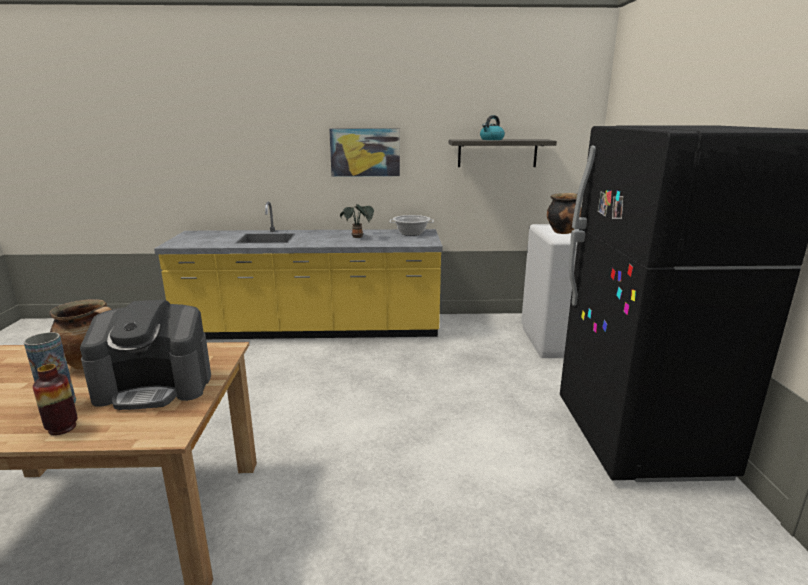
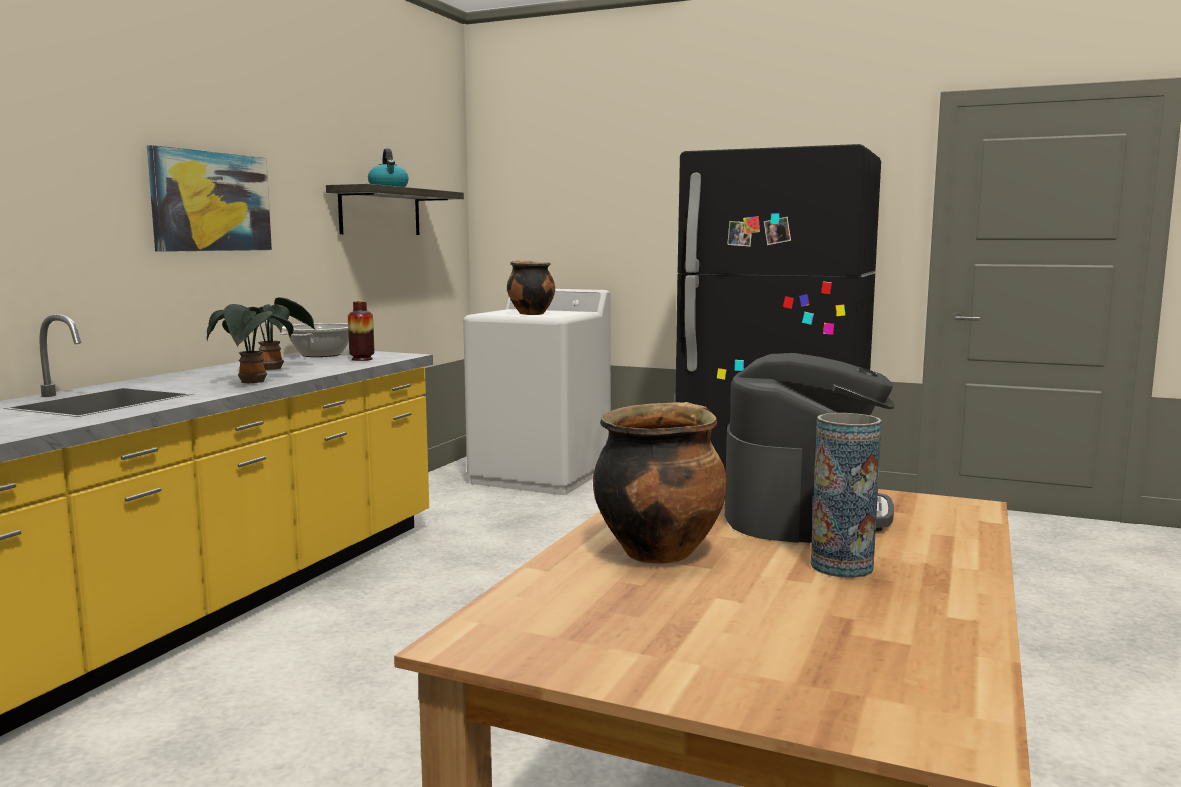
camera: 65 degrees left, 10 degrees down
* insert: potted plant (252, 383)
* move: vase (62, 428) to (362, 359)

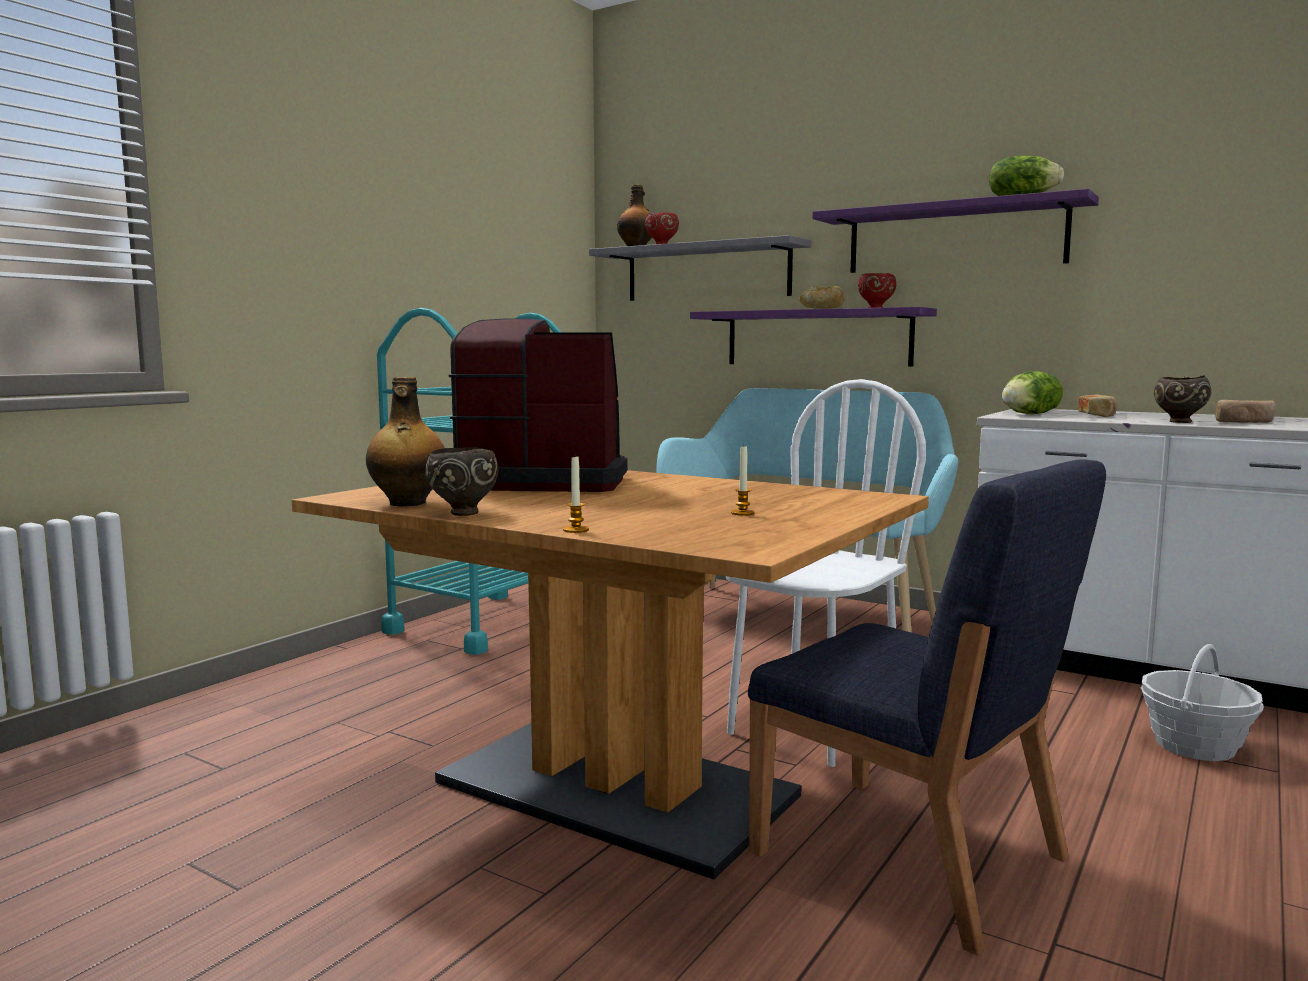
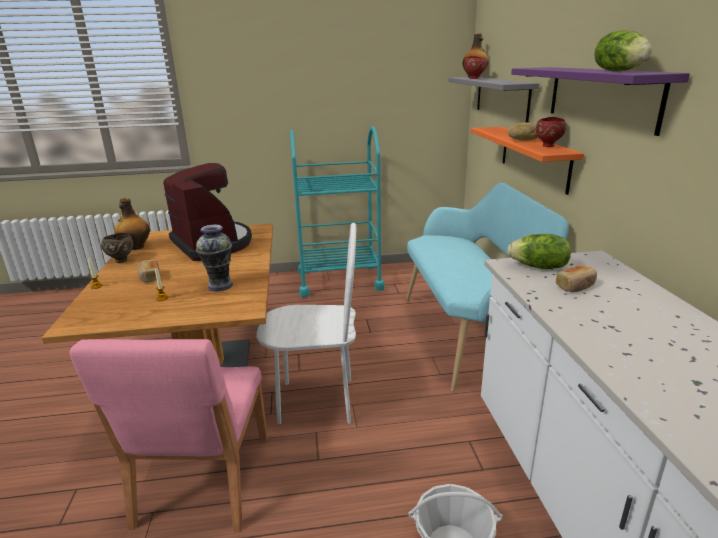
camera: 50 degrees right, 15 degrees up
* recolor: blue chair (911, 857) to pink chair (203, 480)
* move: bread (1243, 422) to (149, 277)
* insert: vase (220, 285)
* recolor: purple shelf (817, 338) to orange shelf (534, 157)
* delete: brown bowl (1178, 422)

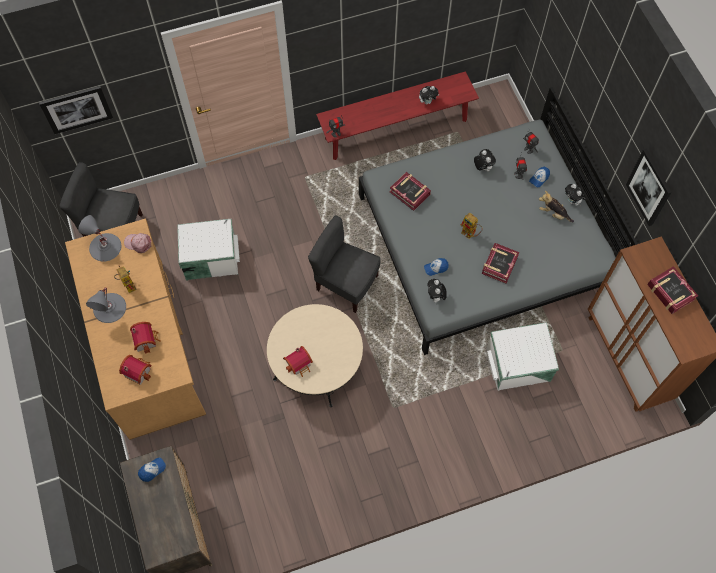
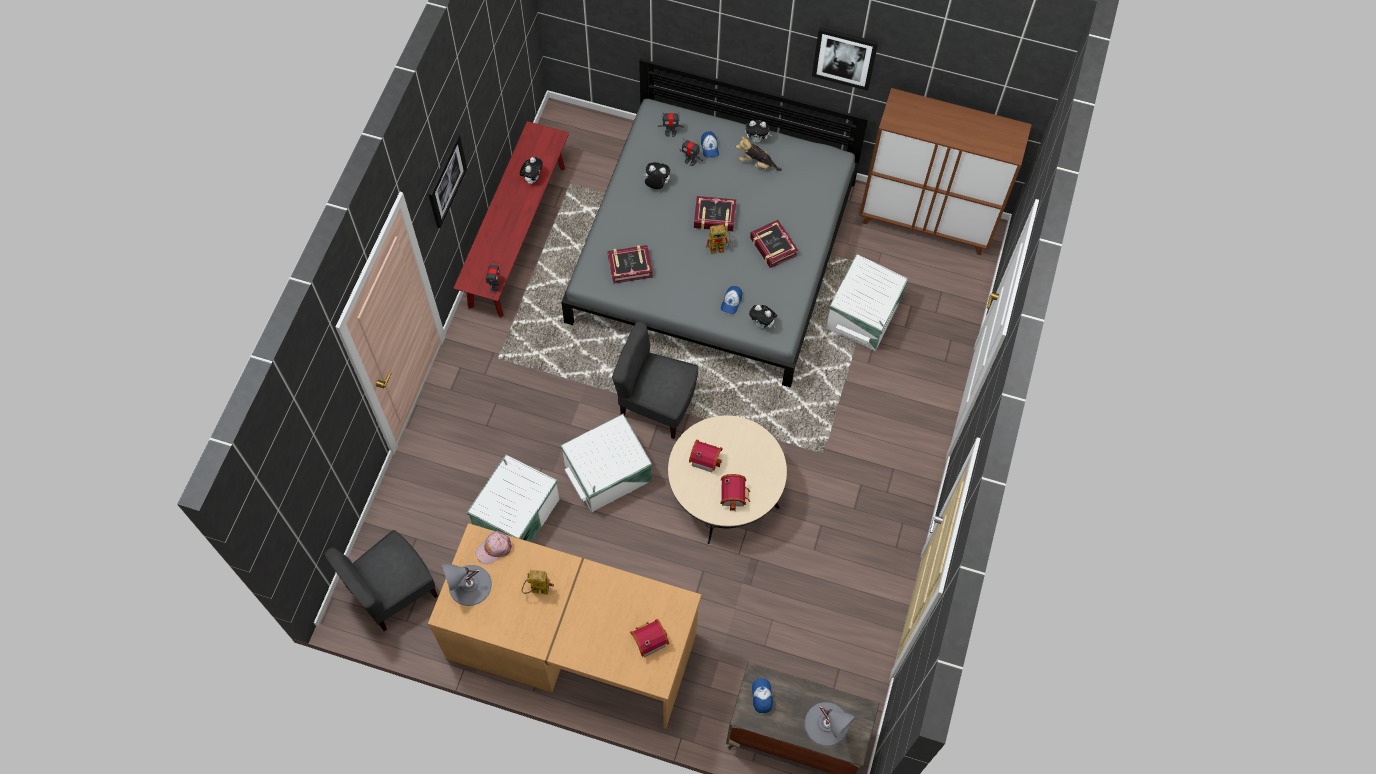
camera: 55 degrees left, 0 degrees up
* move: picture (76, 109) to (446, 180)
* insert: white storage box (609, 474)
* rotate: grey chair (346, 284) = (657, 404) 45 degrees clockwise
* move: toy house (146, 339) to (705, 457)
* move: book (670, 292) to (714, 217)
* rotate: plush toy (553, 213) = (757, 163) 45 degrees clockwise
* move: grey table lamp (109, 308) to (826, 724)

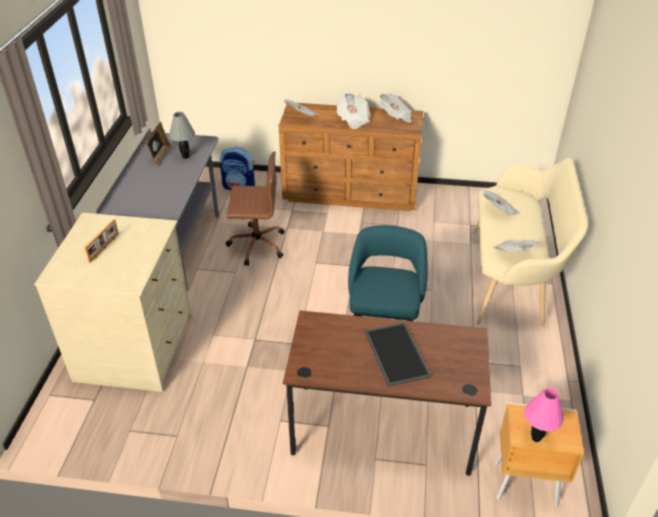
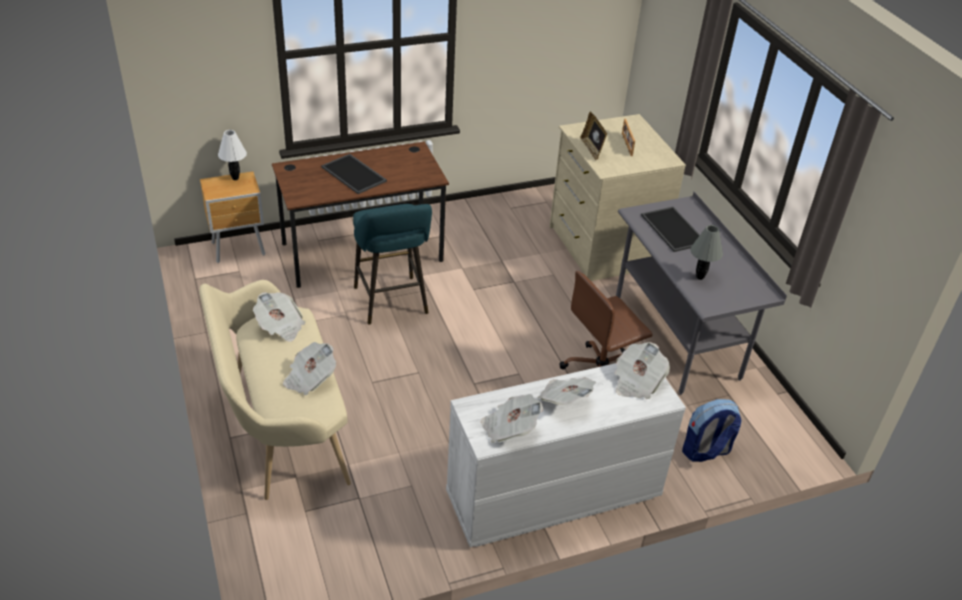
camera: 150 degrees right, 0 degrees up
* recolor: pink table lamp (535, 438) to white table lamp (235, 178)
* recolor: brown dresser (351, 194) to white dresser (552, 496)
* move: picture frame (160, 156) to (592, 149)
* insert: tray (671, 229)

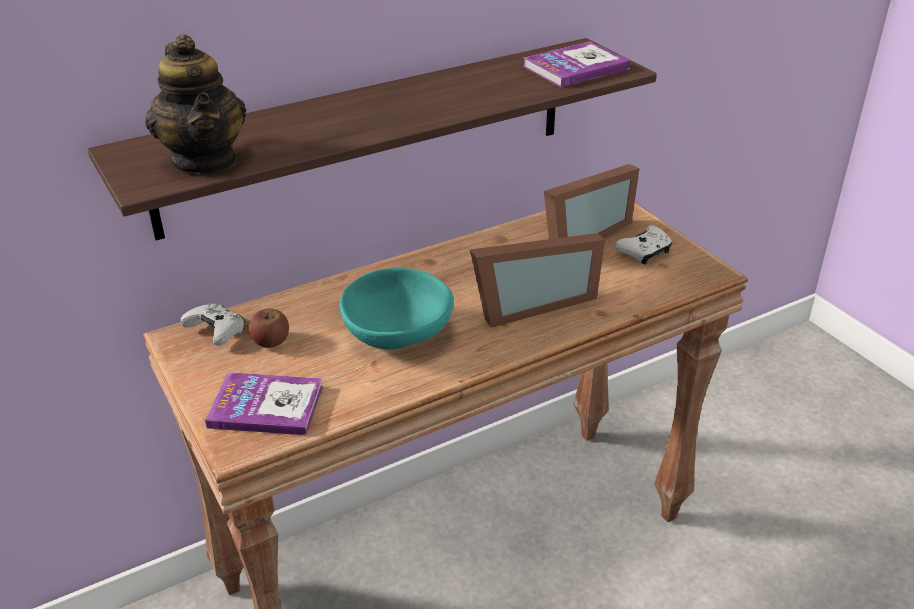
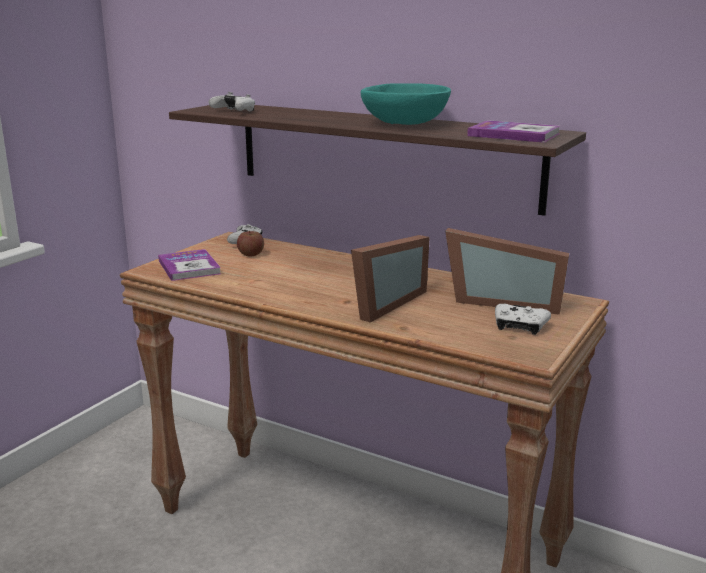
camera: 60 degrees right, 15 degrees down
* replace: teapot (205, 160) to white game controller (234, 111)
* rotate: picture frame (529, 304) = (382, 304) 90 degrees counterclockwise
* move: turquoise bowl (396, 335) to (403, 124)

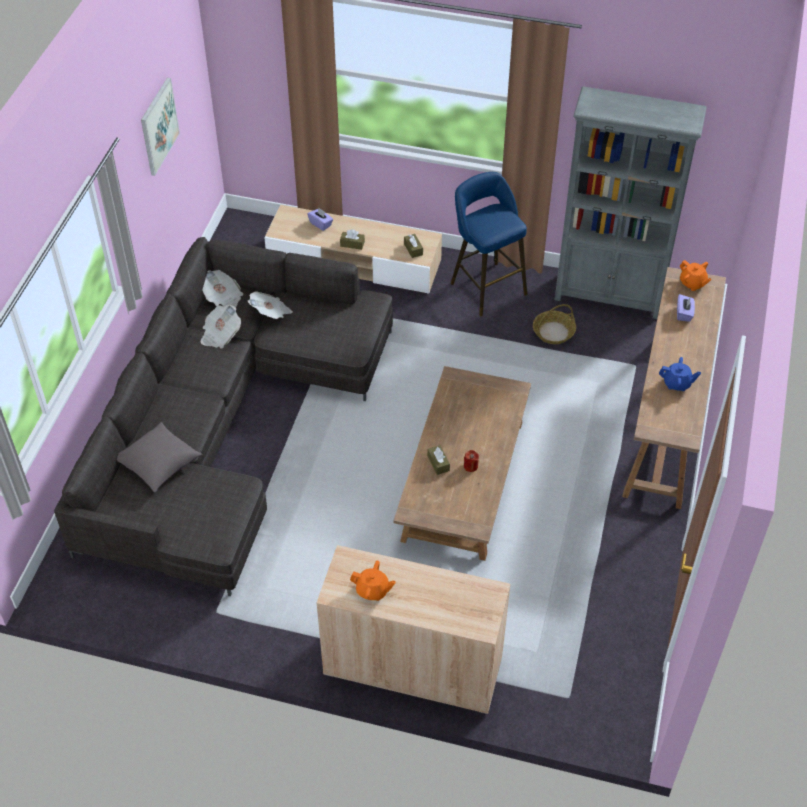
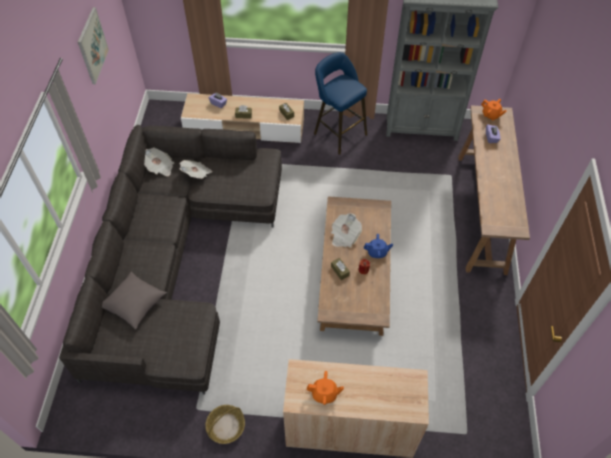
camera: 10 degrees left, 5 degrees up
* move: basket (553, 332) to (226, 426)
* move: newspaper (220, 335) to (344, 236)
* move: blue teapot (677, 384) to (377, 252)

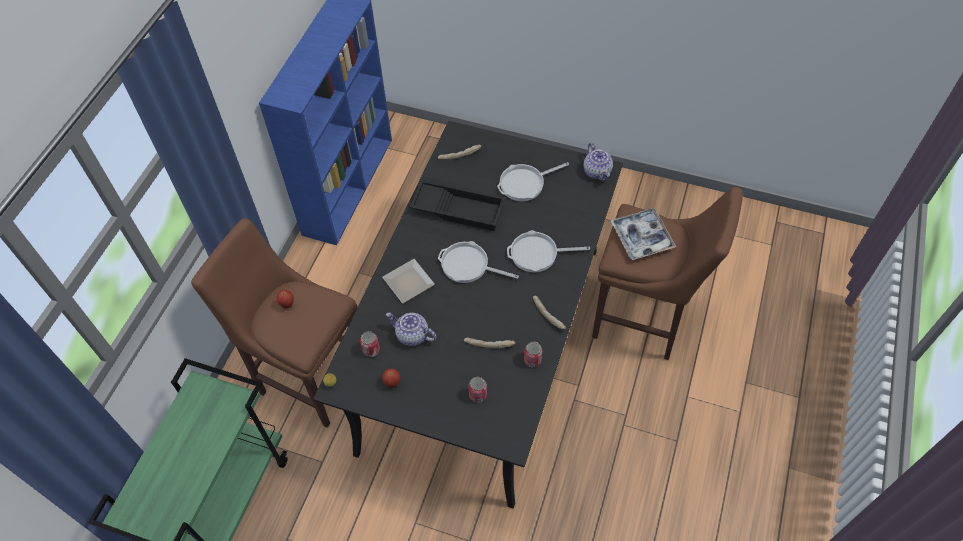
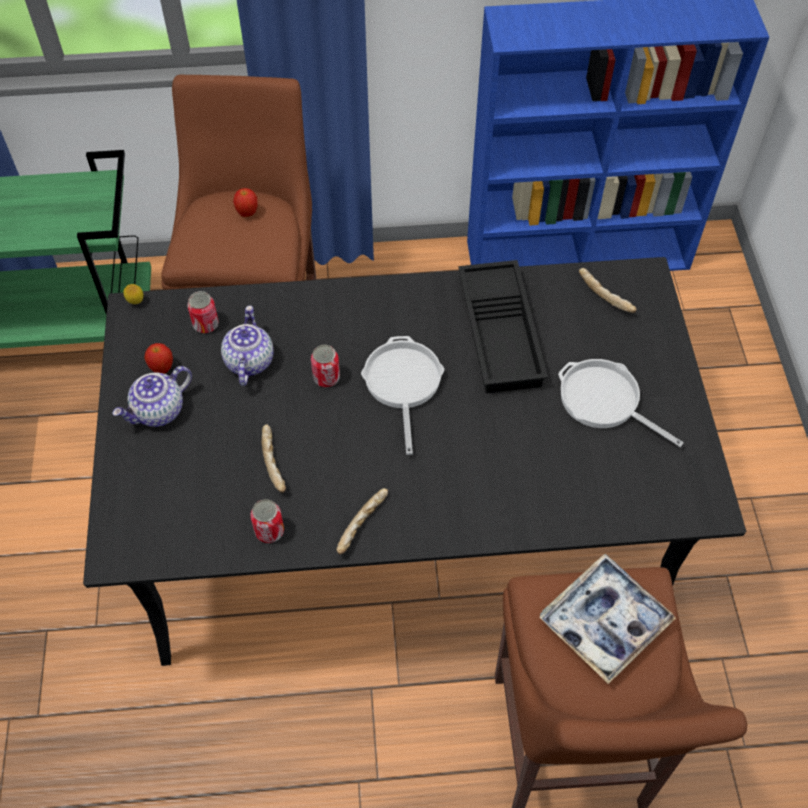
camera: 65 degrees right, 0 degrees up
* move: teapot (597, 172) to (159, 411)
* move: can (478, 395) to (326, 377)
* delete: plate (410, 282)
* delete: frying pan (537, 254)

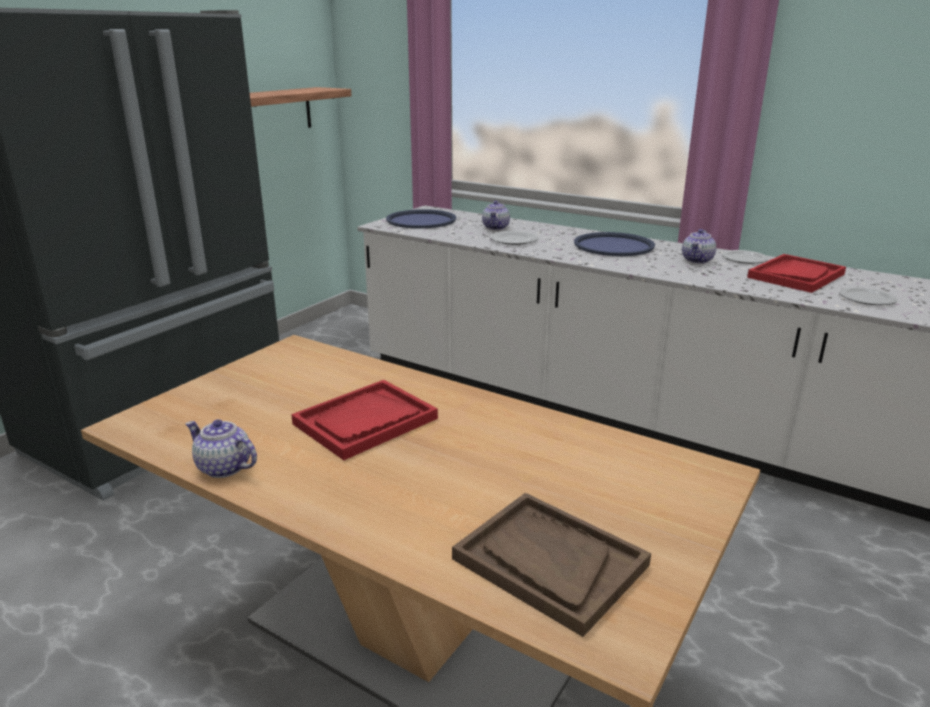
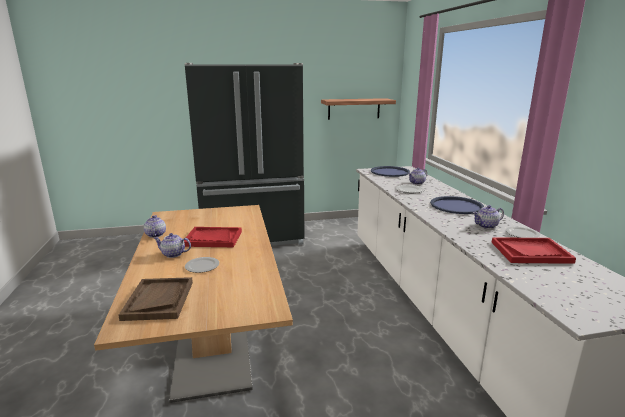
camera: 45 degrees right, 5 degrees down
* insert: teapot (173, 254)
* move: plate (866, 298) to (202, 266)

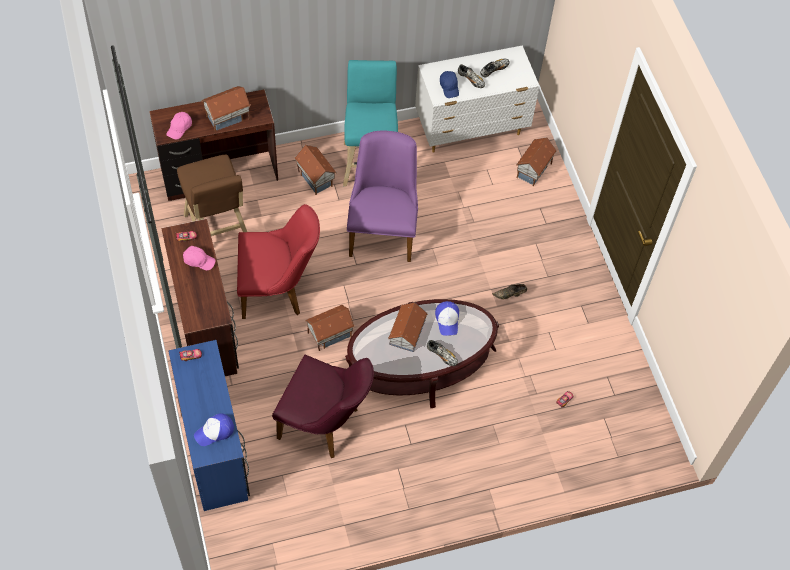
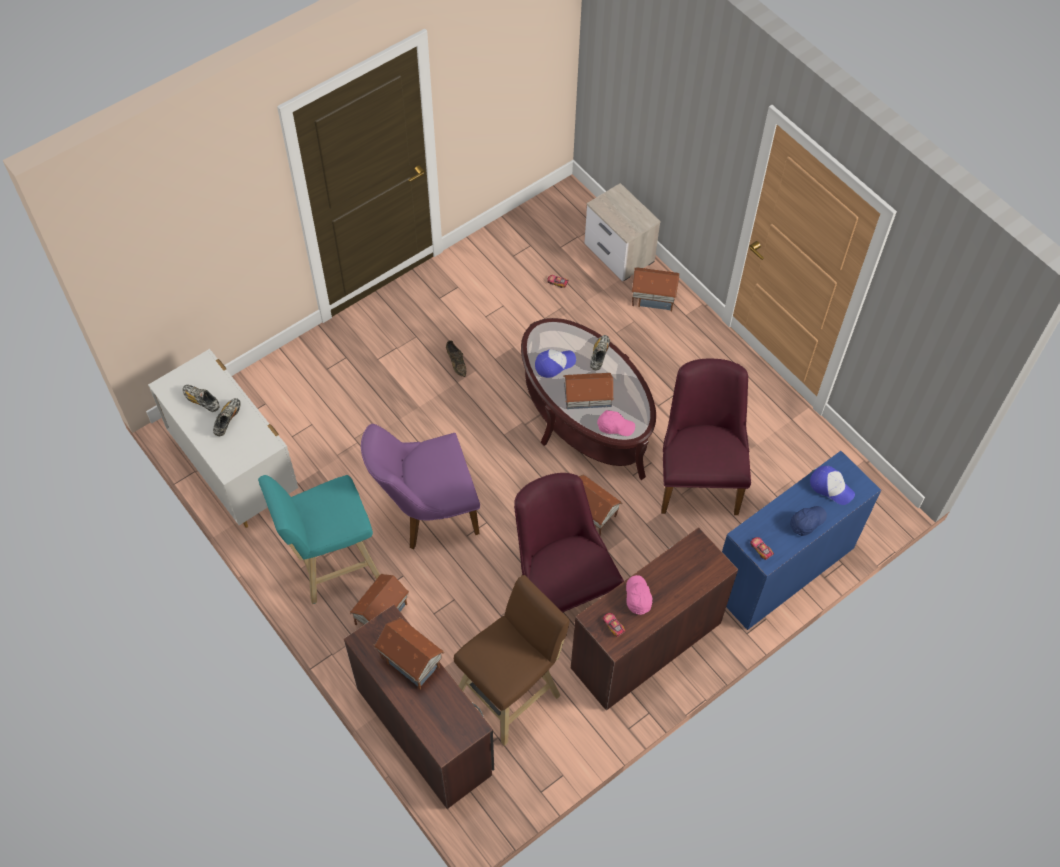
camera: 110 degrees left, 0 degrees up
* recolor: red chair (278, 291) to purple chair (560, 588)
* insert: nightstand (620, 253)
* move: pink cap (180, 128) to (615, 426)
* move: toy house (534, 171) to (652, 297)
* move: blue cap (449, 87) to (806, 522)

